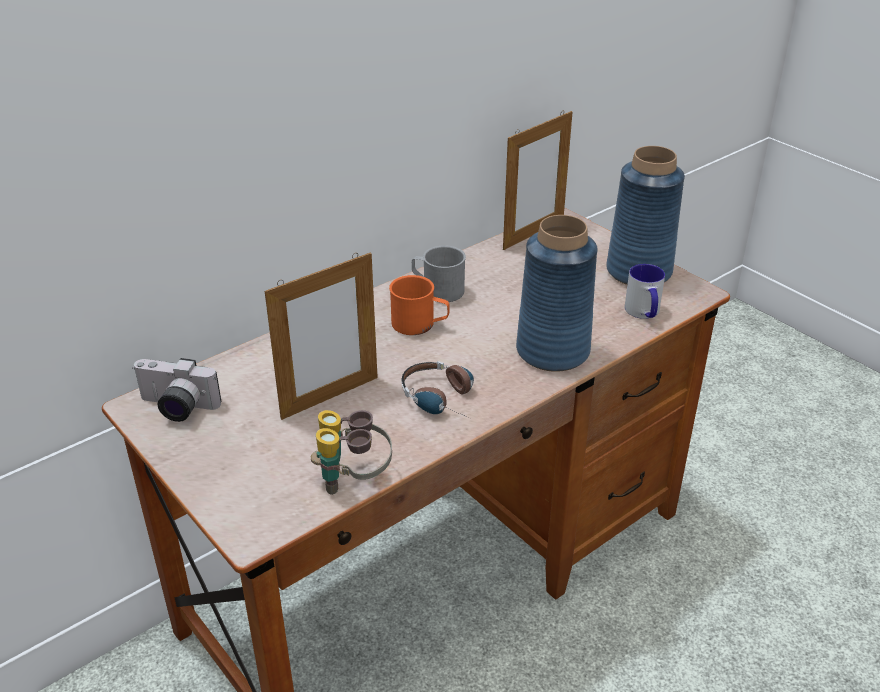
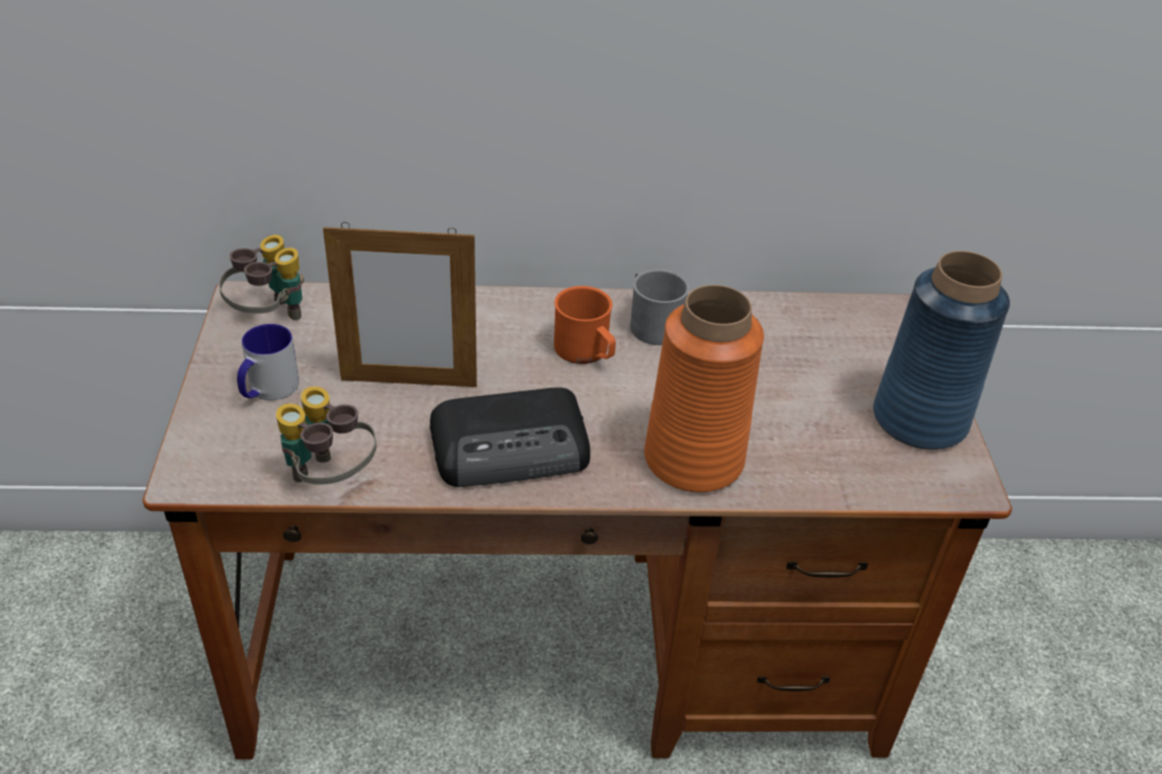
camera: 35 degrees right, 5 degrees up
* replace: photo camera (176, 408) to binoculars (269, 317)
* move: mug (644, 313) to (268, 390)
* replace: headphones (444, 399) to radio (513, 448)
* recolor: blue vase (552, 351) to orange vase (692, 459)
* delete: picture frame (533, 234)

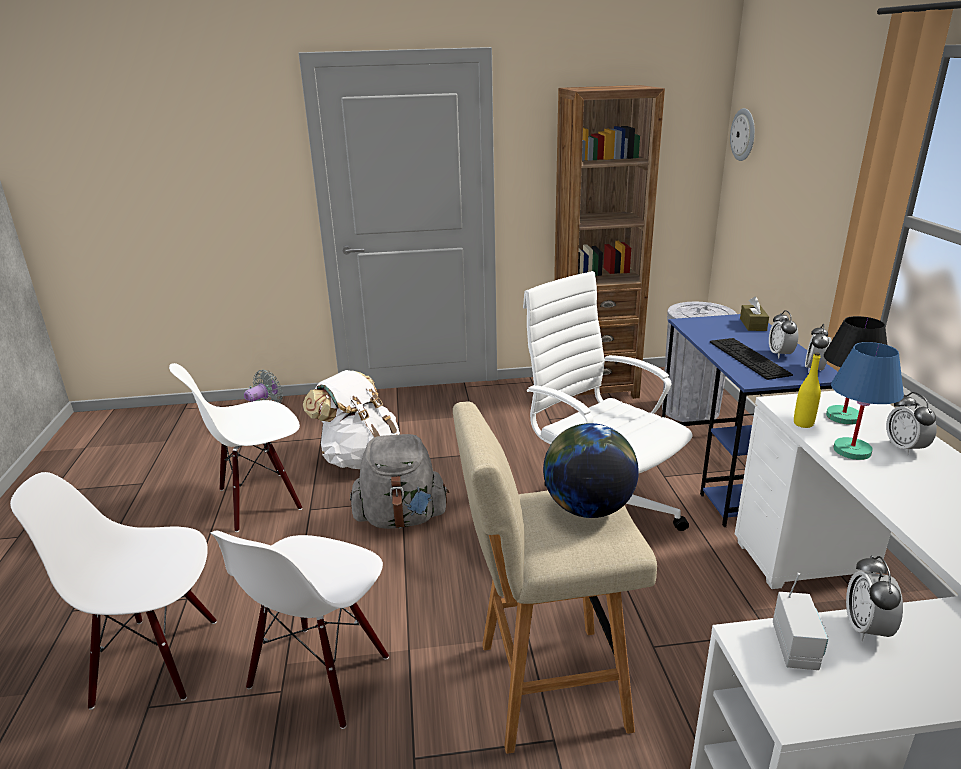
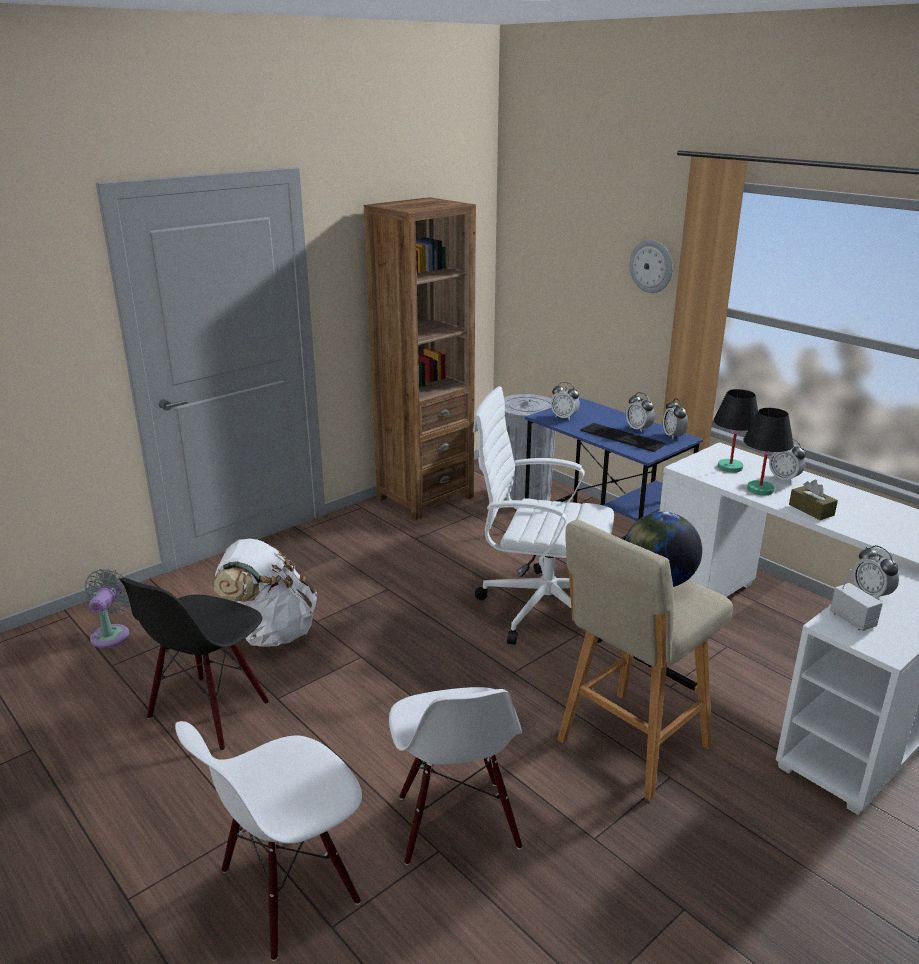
camera: 35 degrees left, 0 degrees up
* recolor: white chair (259, 500) to black chair (209, 711)
* insert: alarm clock (564, 417)
* move: wall clock (743, 134) to (651, 266)
* recolor: blue table lamp (852, 450) to black table lamp (760, 489)
* move: brown tissue box (753, 324) to (811, 510)
* delete: grey backpack (401, 518)
* delete: yellow bottle (803, 423)

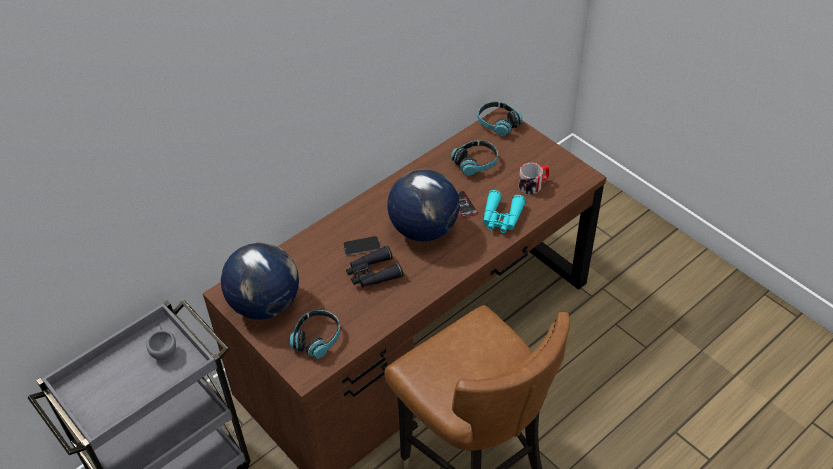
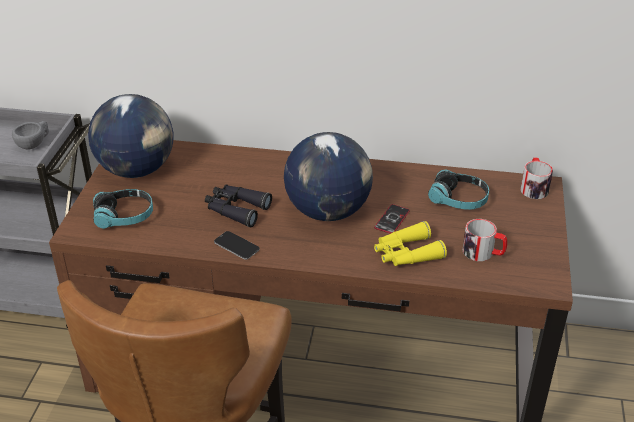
camera: 50 degrees right, 10 degrees down
* move: phone (361, 246) to (236, 246)
* recolor: turquoise binoculars (501, 218) to yellow binoculars (406, 254)
* replace: headphones (498, 123) to mug (533, 187)

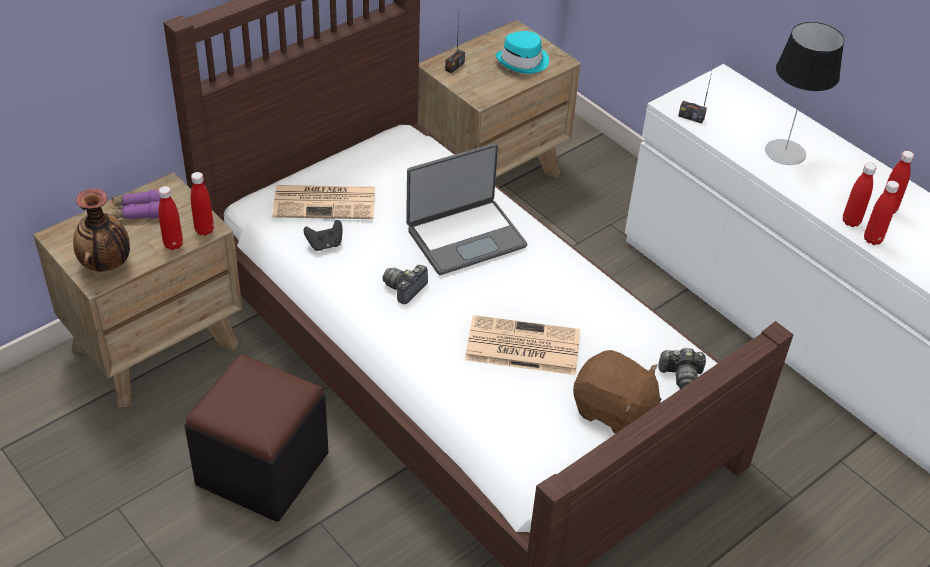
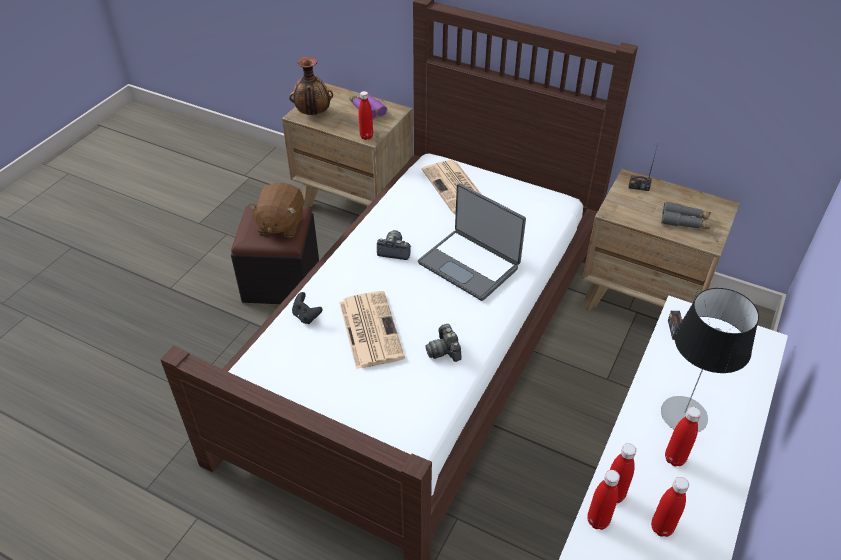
camera: 70 degrees right, 0 degrees up
* move: brown plush toy (613, 411) to (280, 224)
* move: black game controller (325, 244) to (306, 316)
* move: photo camera (681, 376) to (444, 350)
* replace: turquoise hat (523, 61) to grey binoculars (684, 221)
* move: red bottle (173, 244) to (674, 459)

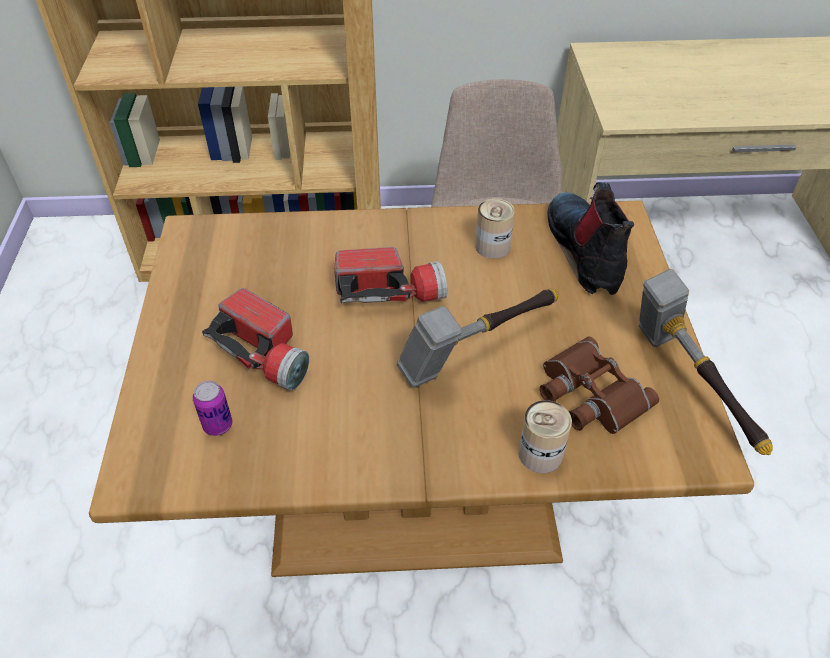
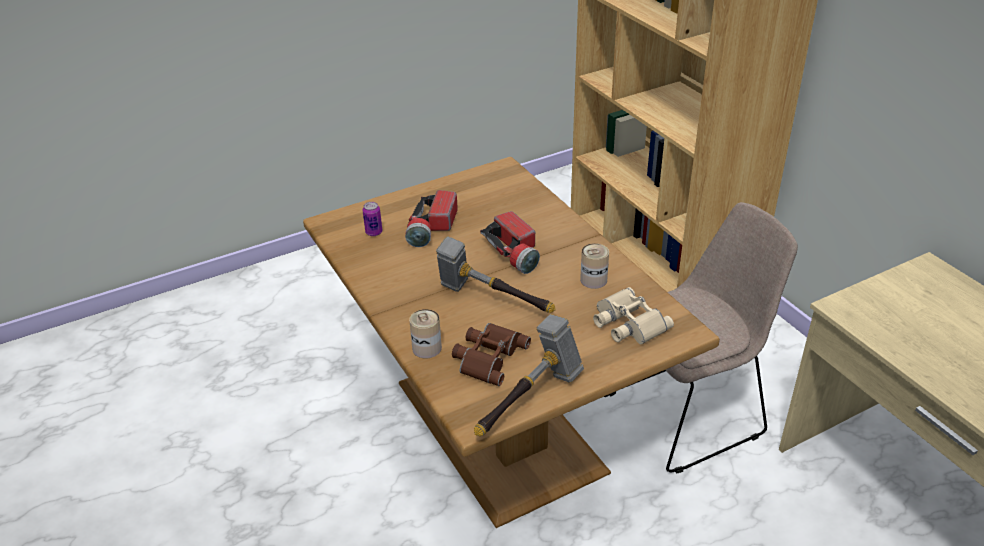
camera: 65 degrees right, 10 degrees down
* replace: boot (586, 252) to beige binoculars (627, 323)

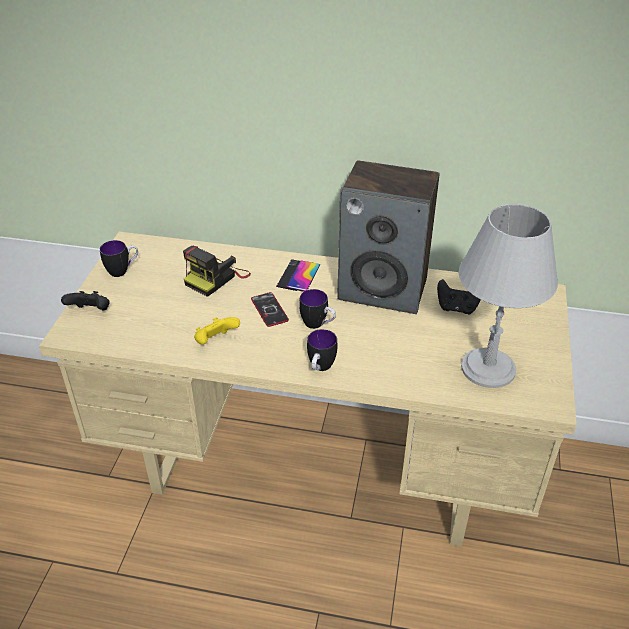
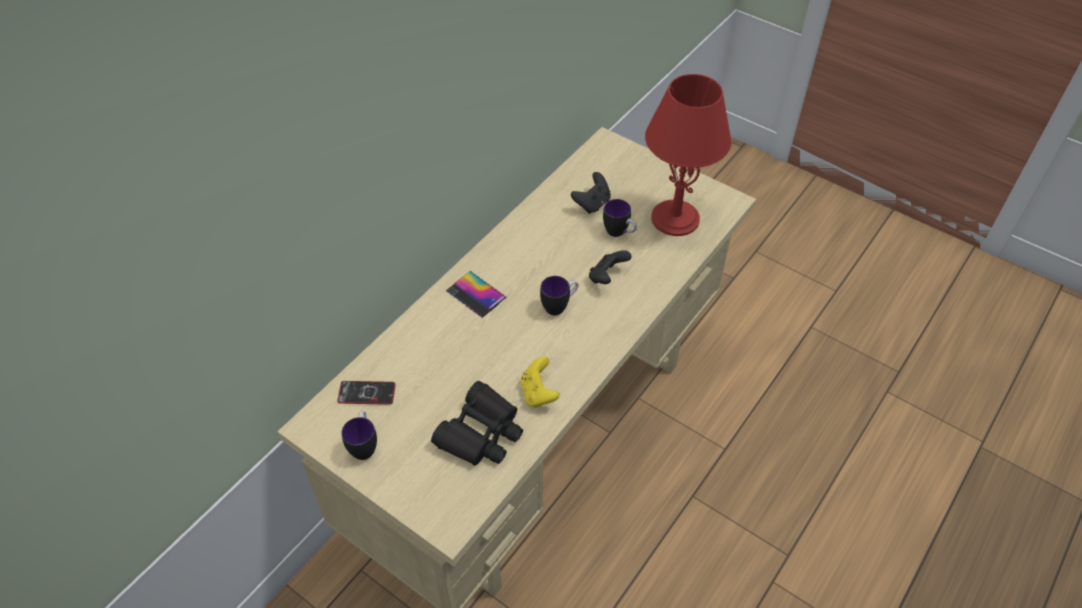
camera: 65 degrees left, 10 degrees up
* move: phone (269, 310) to (366, 393)
* insert: black binoculars (481, 433)
* move: black game controller (91, 312) to (607, 277)
* move: mug (320, 368) to (619, 233)
* recolor: grey table lamp (488, 369) to red table lamp (676, 218)
* delete: photo camera (216, 278)
* delete: speaker (383, 289)

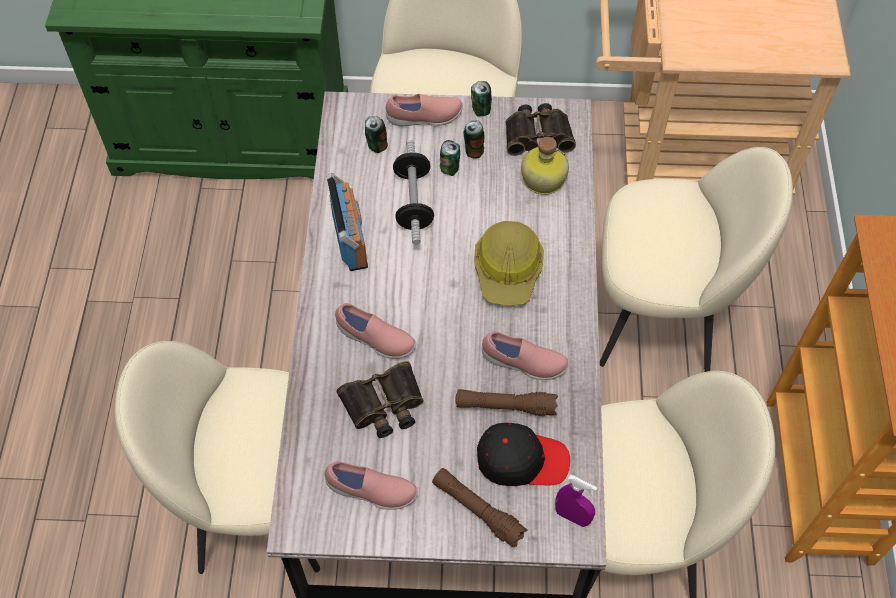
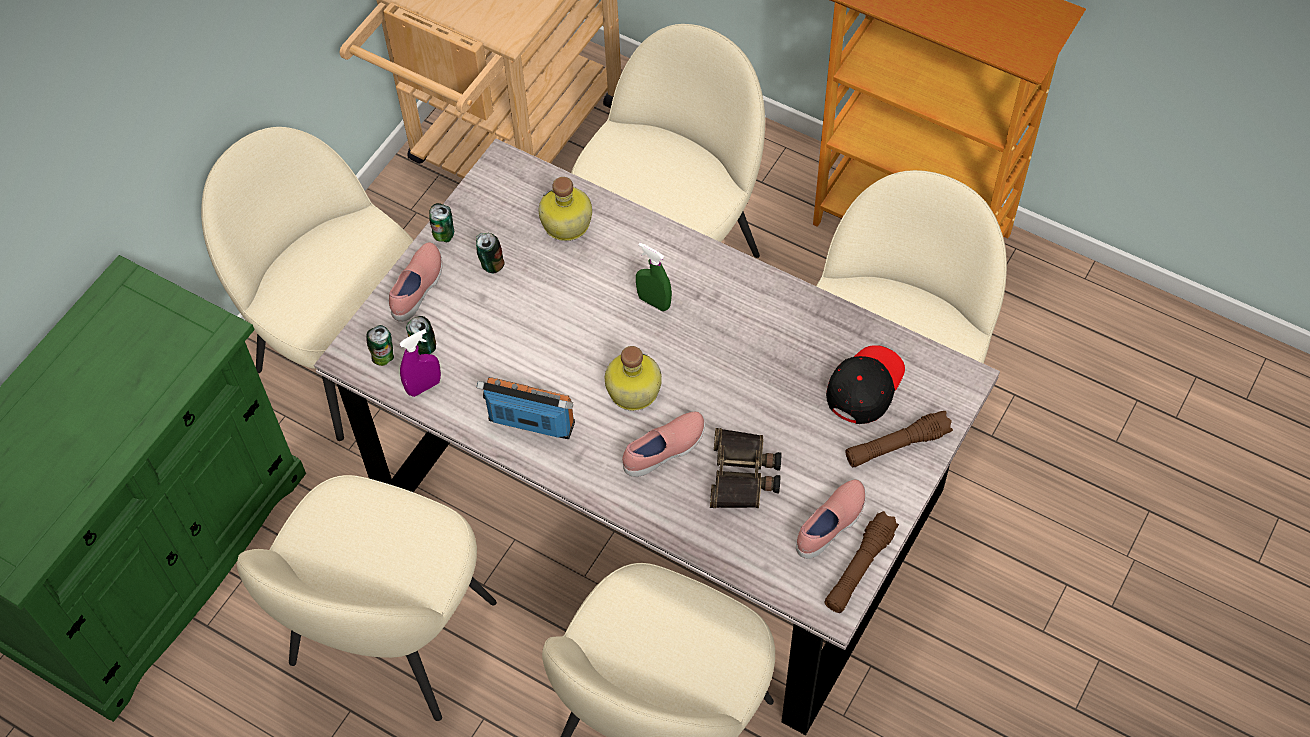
camera: 60 degrees left, 0 degrees up
* insert: beige chair (390, 638)
* move: can (449, 170) to (384, 357)
* move: purple spray bottle (572, 516) to (424, 386)
* insert: bottle (632, 391)
* replace: hard hat (508, 269) to green spray bottle (654, 302)
* move: brown flashlight (505, 406) to (859, 568)
* delete: dumbbell (413, 202)
* delete: pink shoe (523, 364)
* delete: binoculars (538, 134)

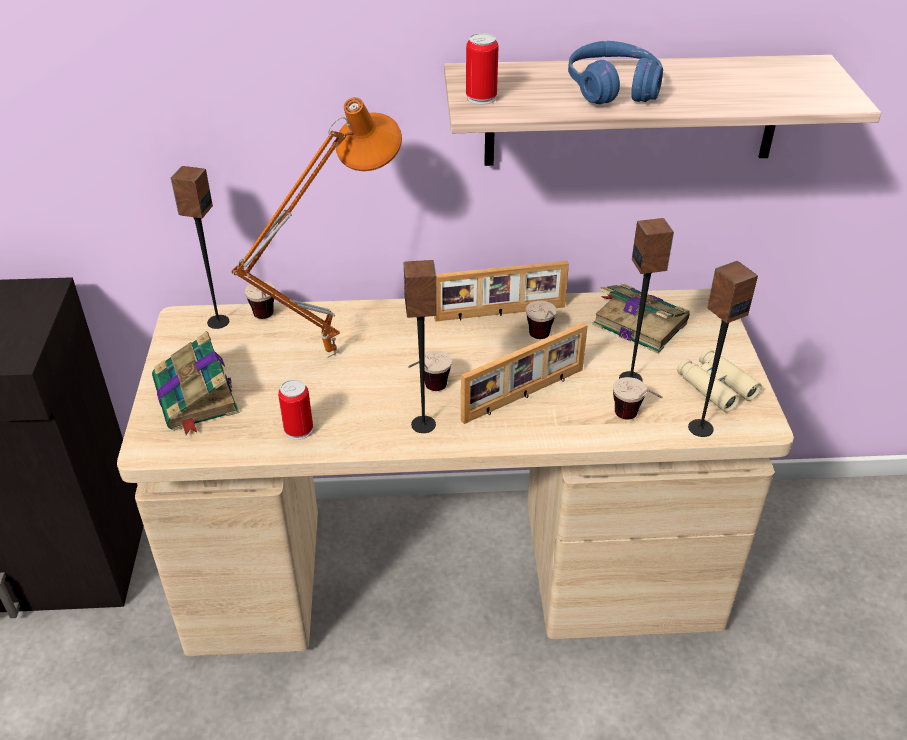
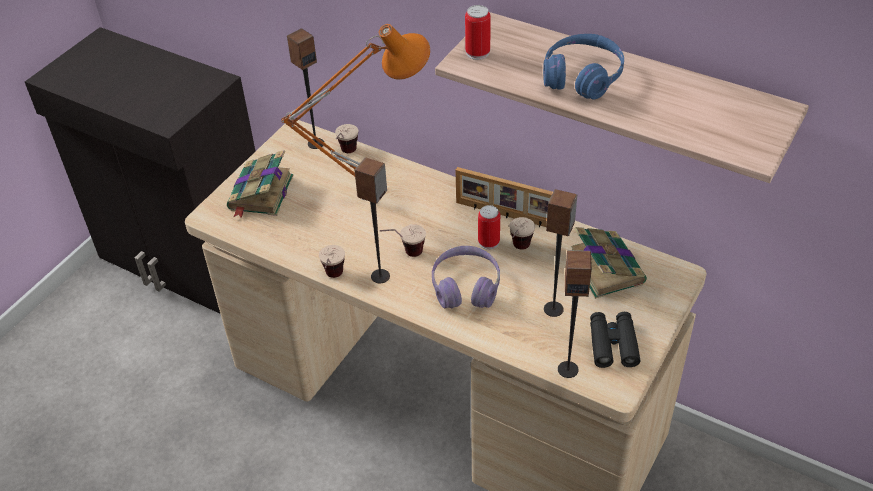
camera: 35 degrees right, 5 degrees up
* move: cup (634, 420) to (333, 279)
* replace: picture frame (524, 395) to purple headphones (466, 286)
* move: can (298, 430) to (488, 242)
* recolor: beige binoculars (715, 386) to black binoculars (613, 344)

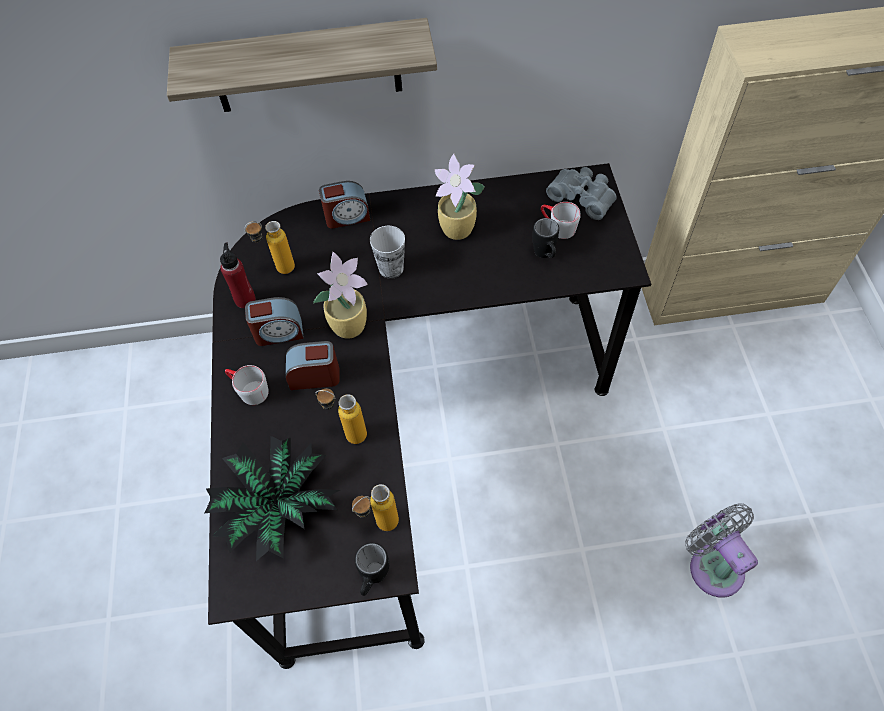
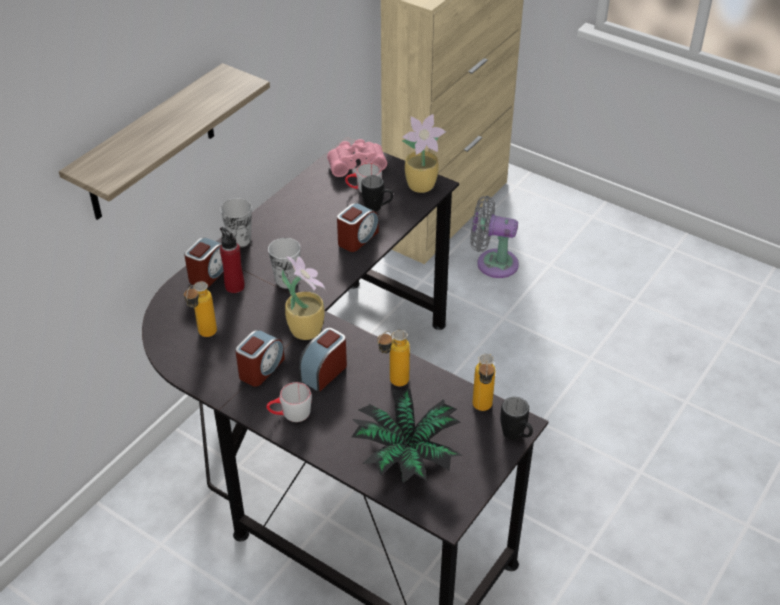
camera: 50 degrees left, 15 degrees down
* insert: cup (240, 240)
* move: red bottle (245, 299) to (234, 286)
* recolor: grey binoculars (583, 196) to pink binoculars (356, 163)
* insert: alarm clock (357, 238)
* move: potted plant (458, 230) to (422, 186)
* move: grey fan (712, 564) to (492, 263)

